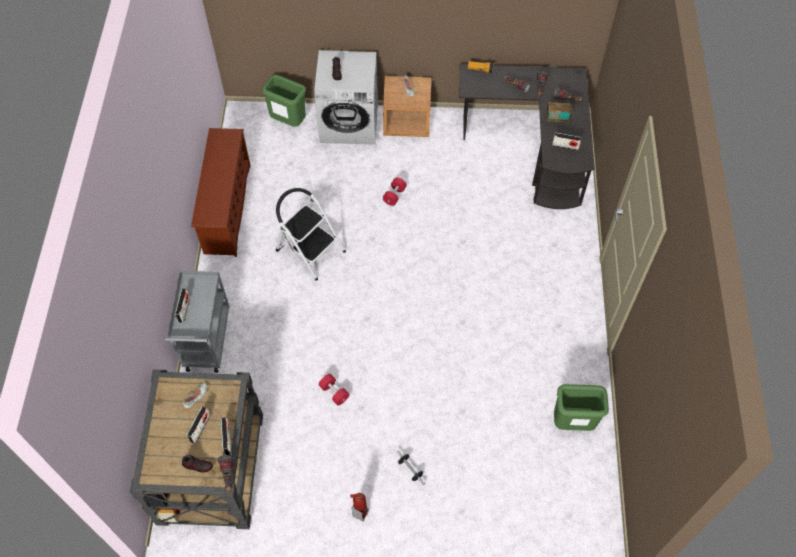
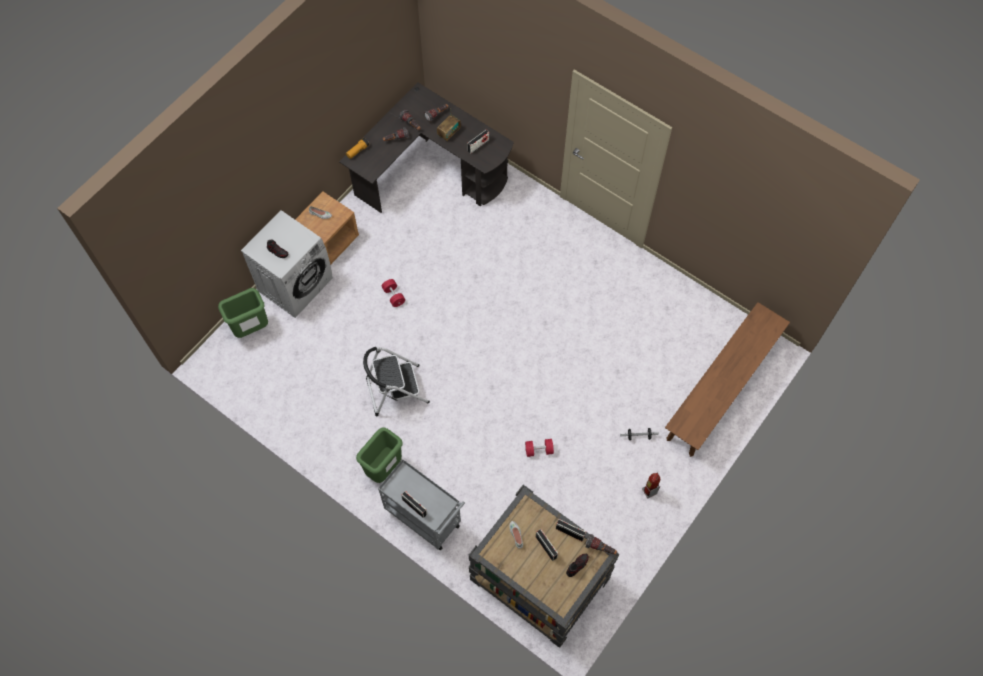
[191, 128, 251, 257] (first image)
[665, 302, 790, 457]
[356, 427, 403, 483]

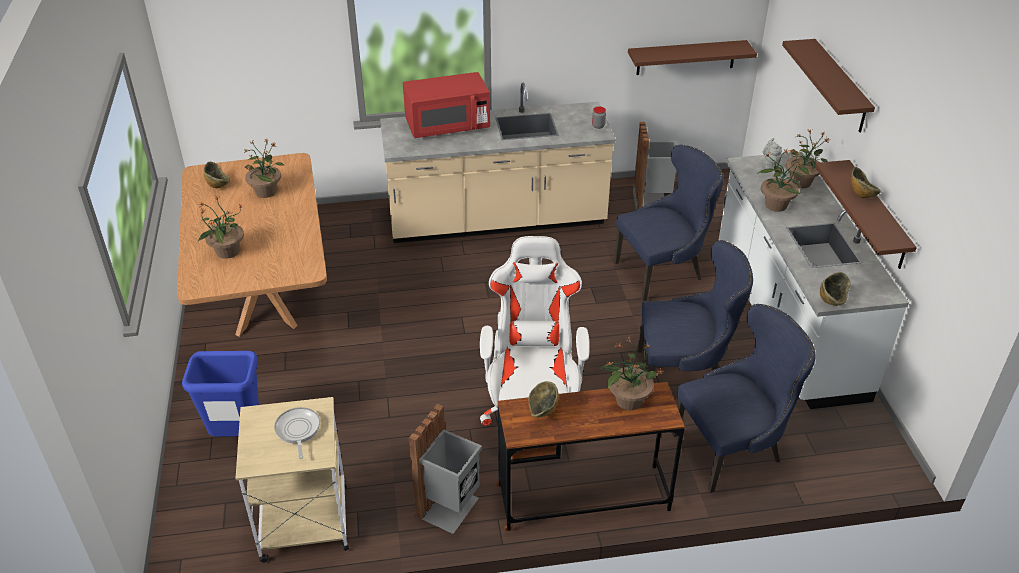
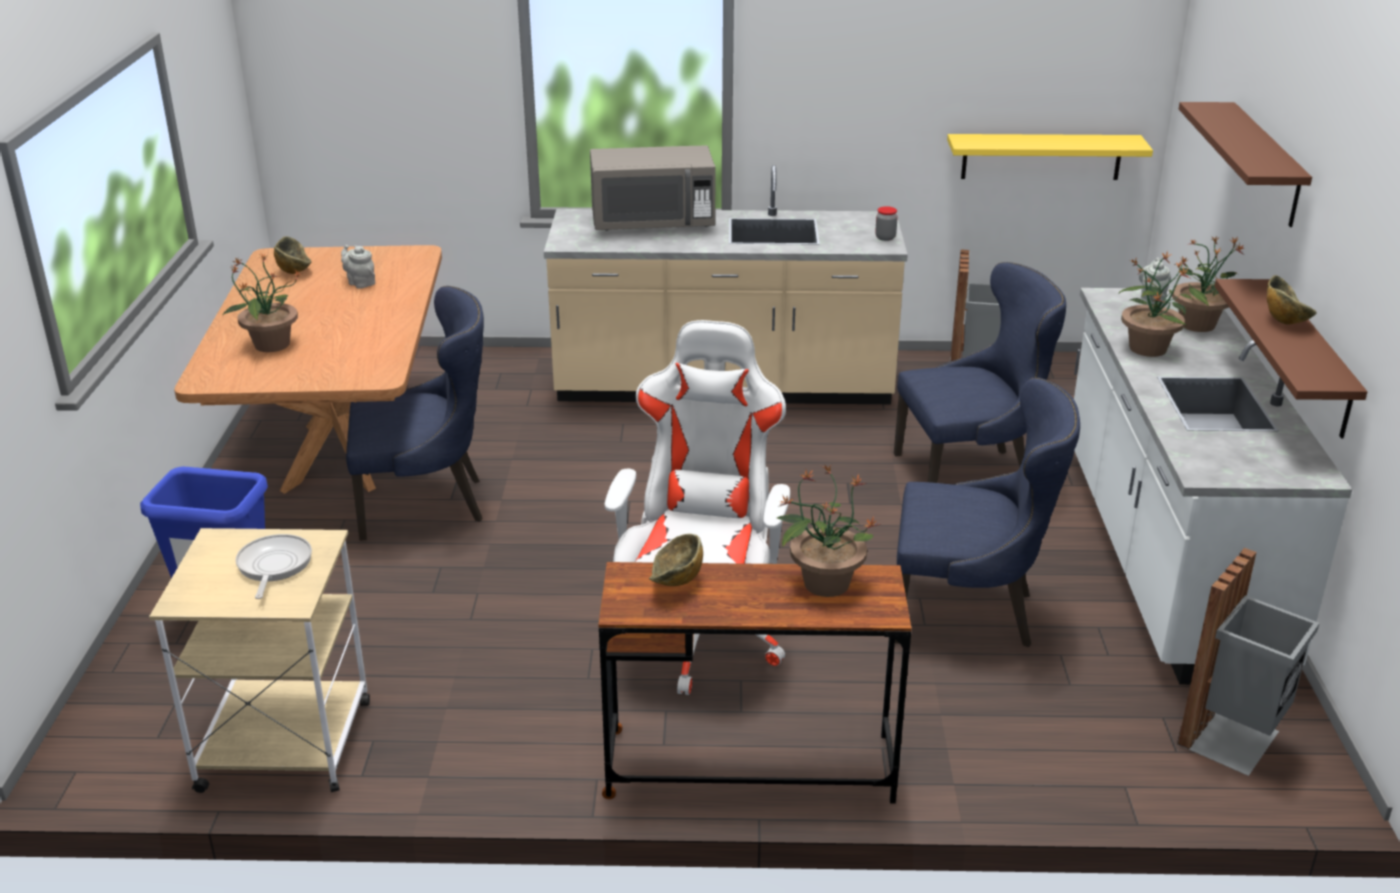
[820, 272, 850, 306] (first image)
[1177, 548, 1320, 776]
[346, 286, 484, 541]
[341, 245, 375, 289]
[590, 145, 716, 231]
[947, 134, 1153, 180]

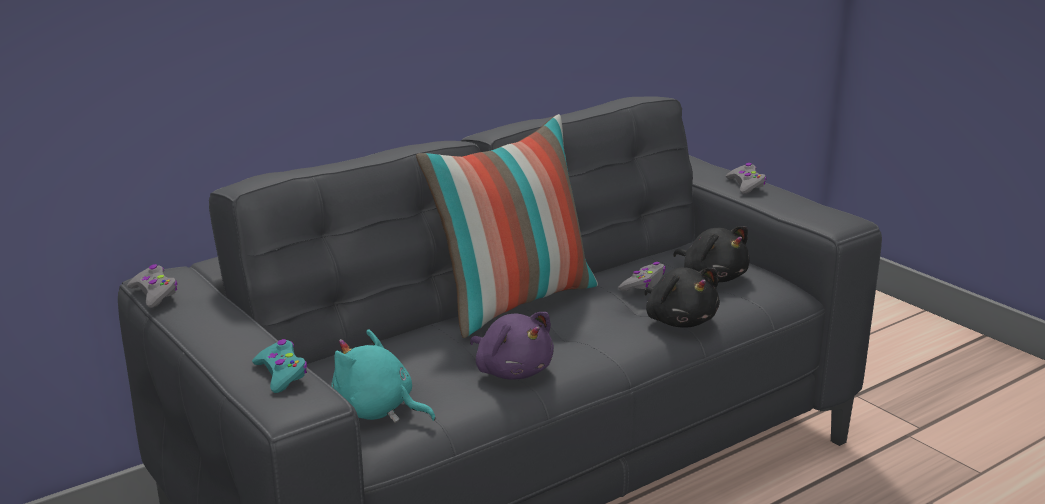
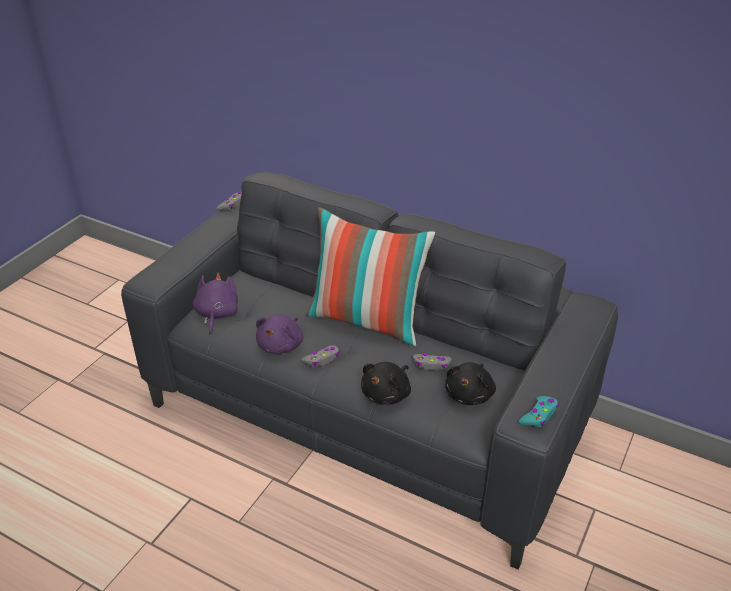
[519, 396, 559, 427]
[301, 345, 340, 367]
[193, 272, 238, 335]

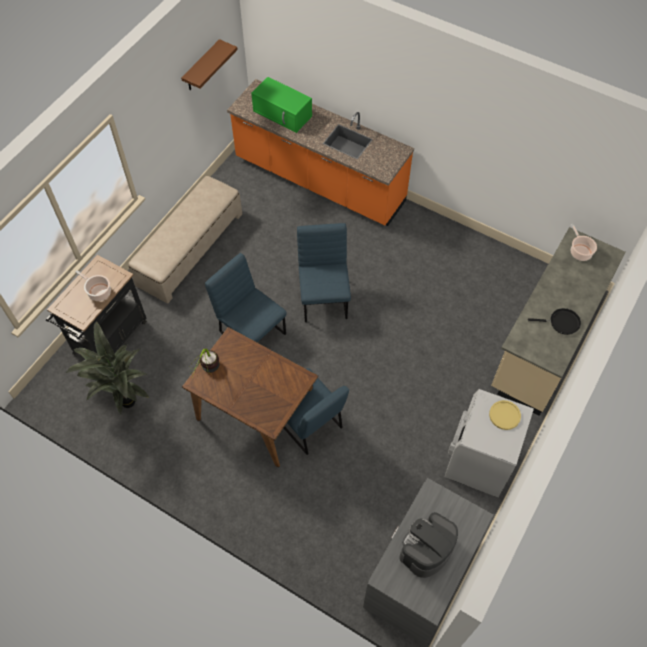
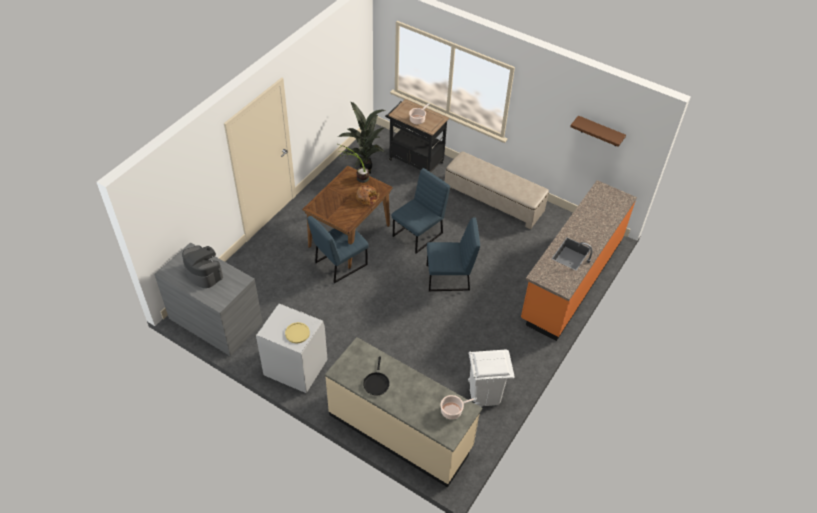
[251, 77, 312, 133] (first image)
[356, 185, 379, 205]
[468, 349, 515, 407]

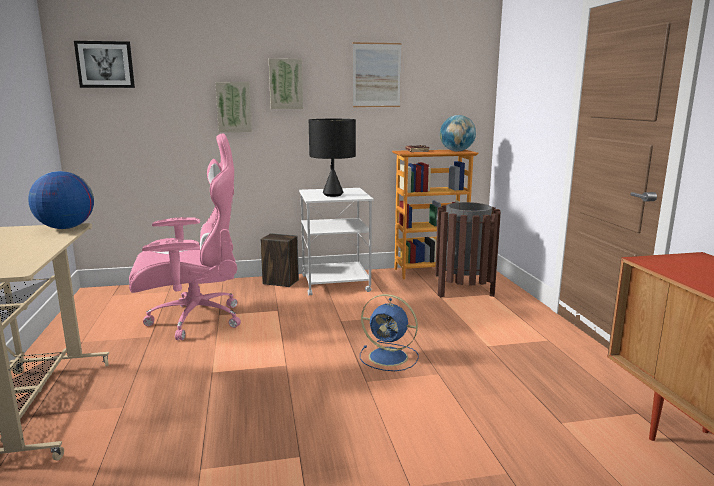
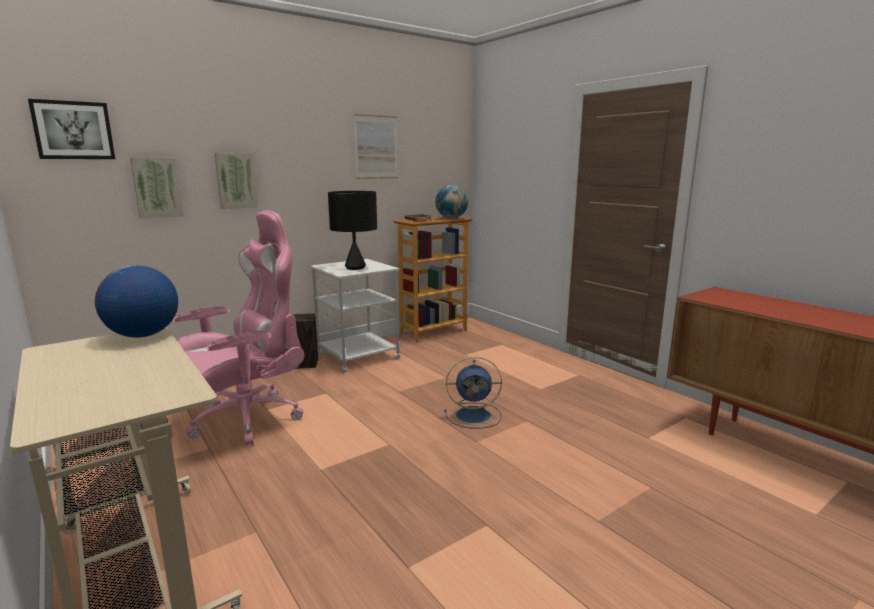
[435, 202, 501, 297] (first image)
[130, 158, 183, 218]

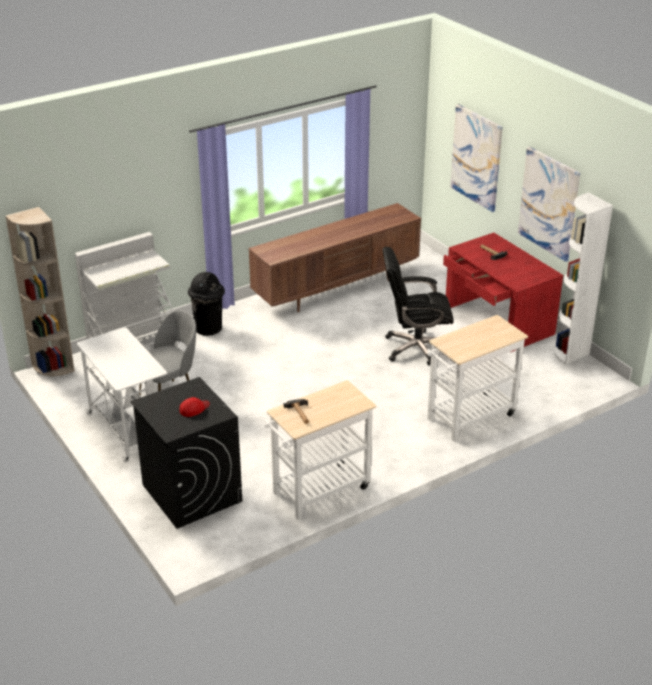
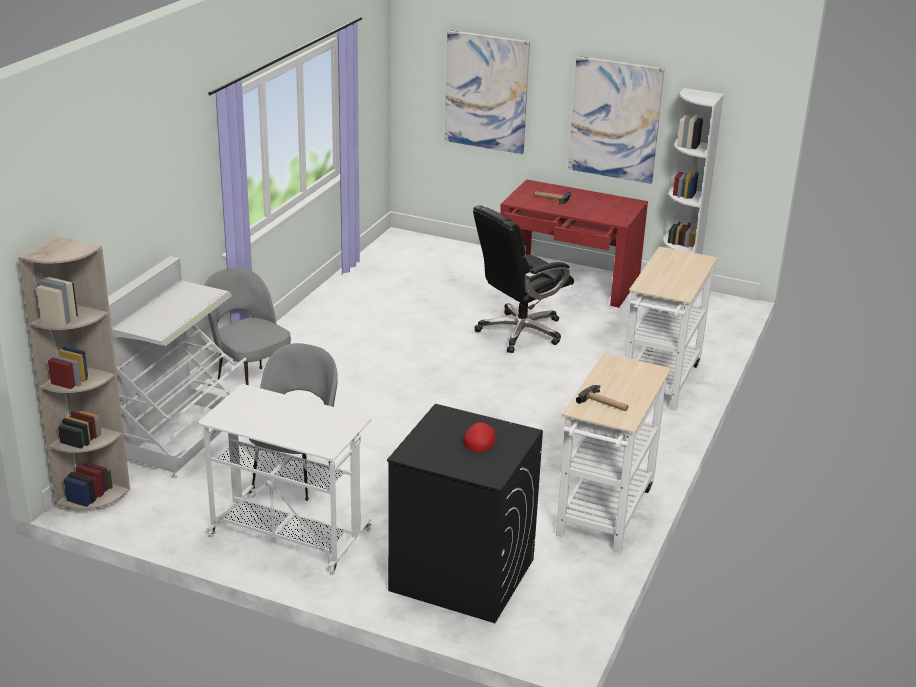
[249, 203, 421, 312] (first image)
[204, 267, 291, 385]

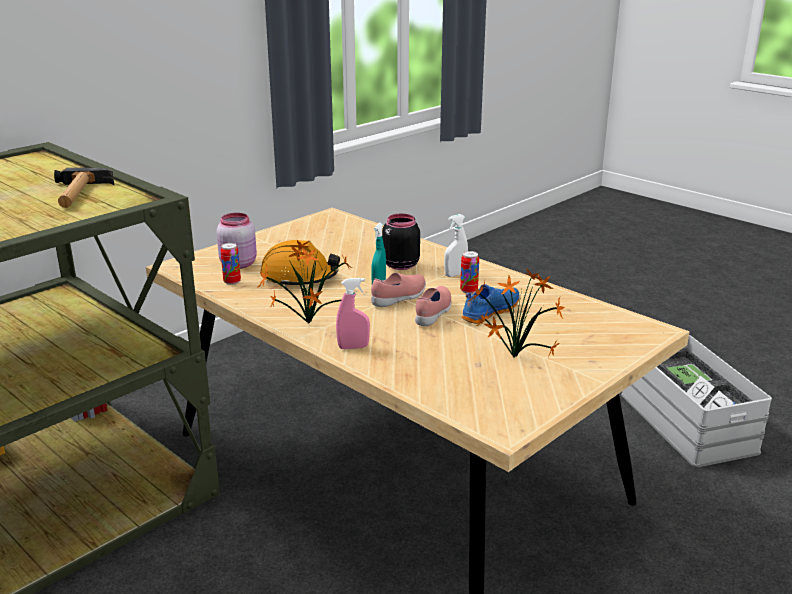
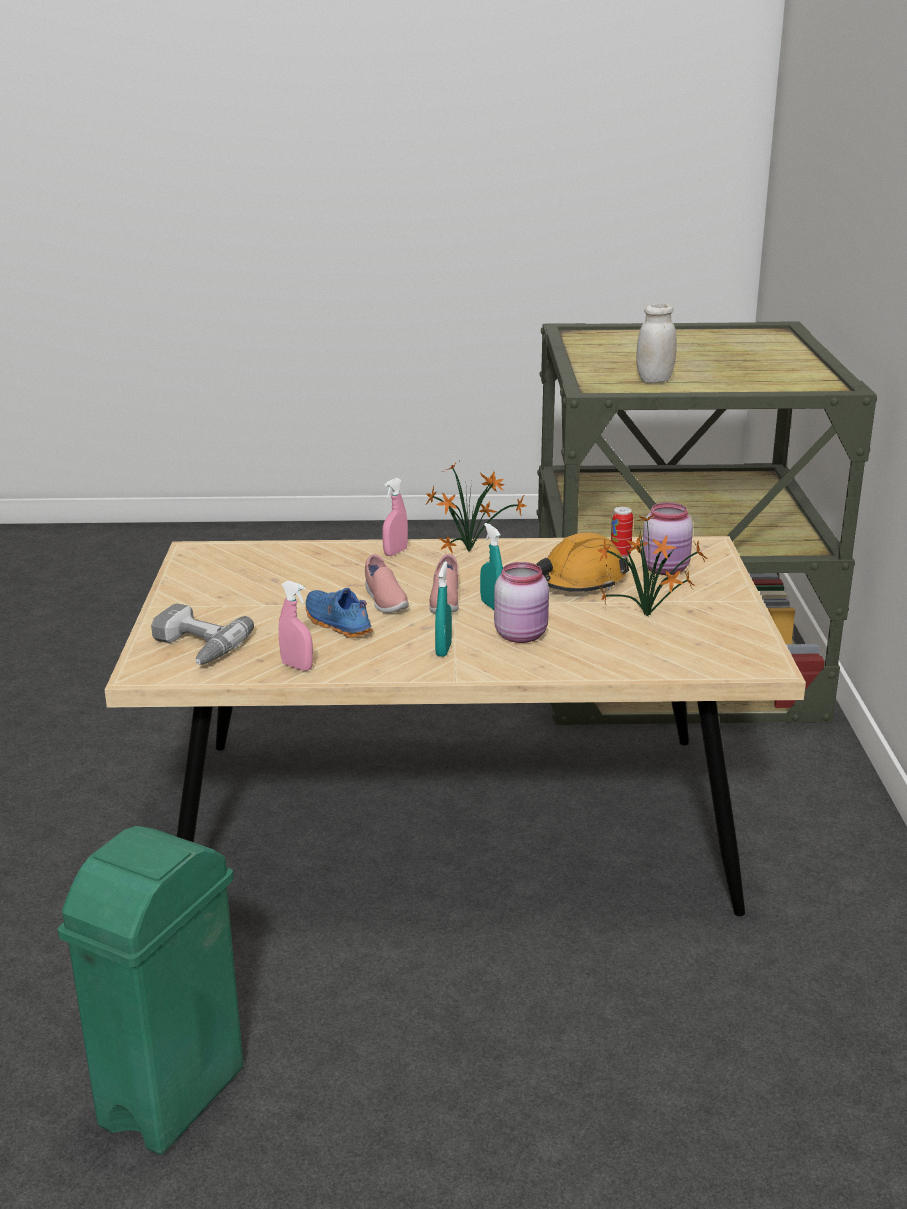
[460, 251, 479, 294] (first image)
[151, 603, 254, 665]
[279, 581, 313, 671]
[596, 513, 708, 616]
[636, 303, 677, 383]
[58, 826, 243, 1155]
[494, 562, 549, 643]
[435, 561, 452, 657]
[306, 588, 373, 638]

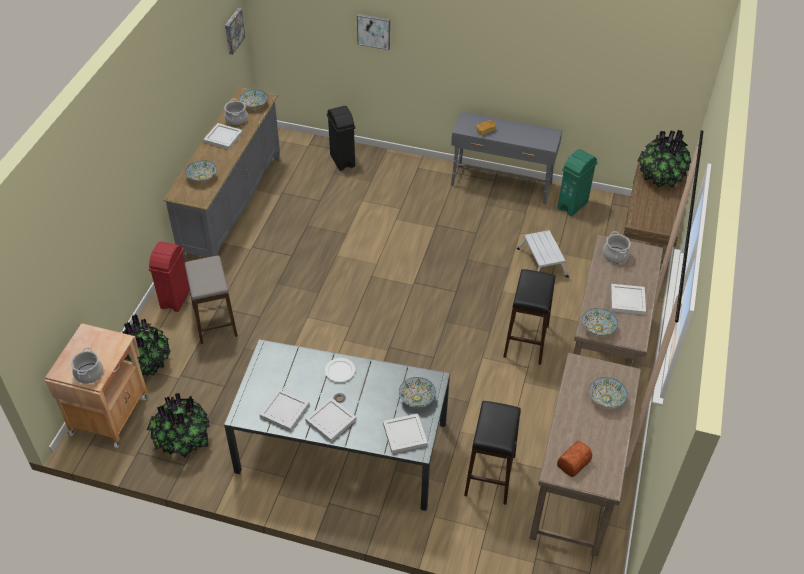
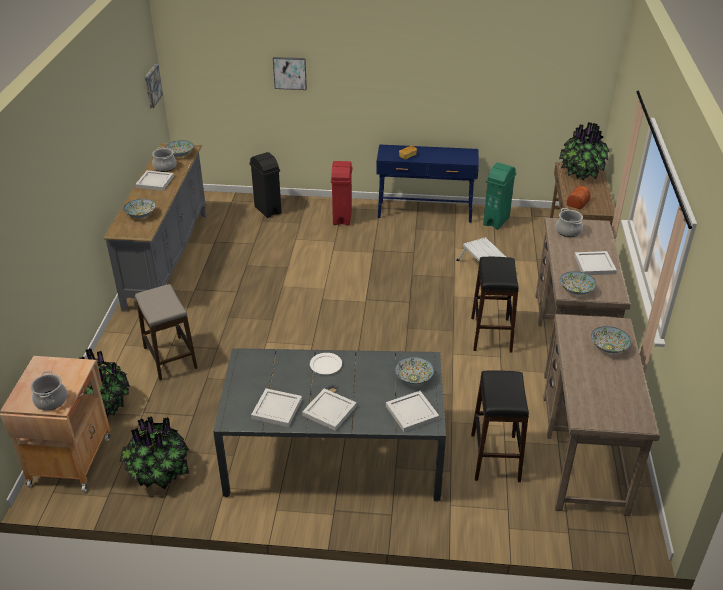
[331, 161, 352, 225]
[567, 186, 591, 209]
[376, 145, 479, 223]

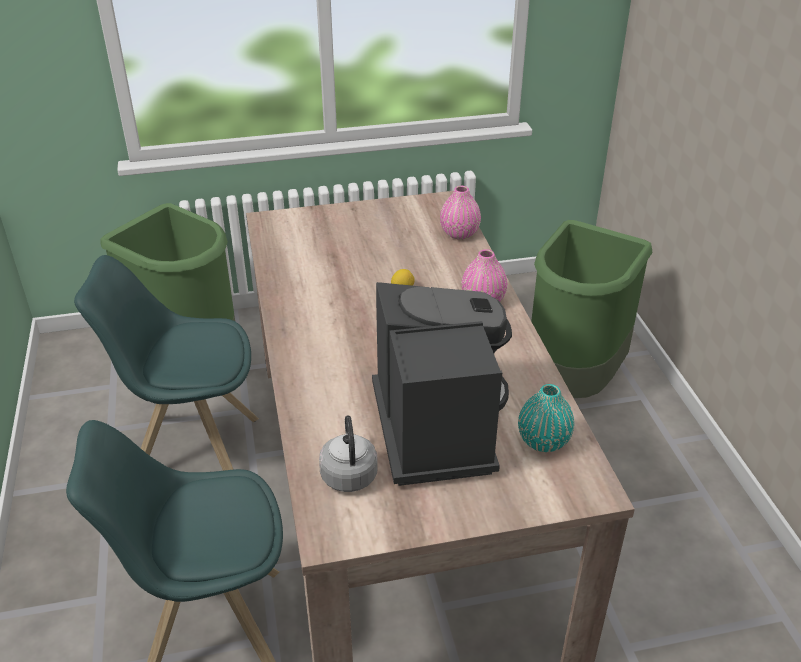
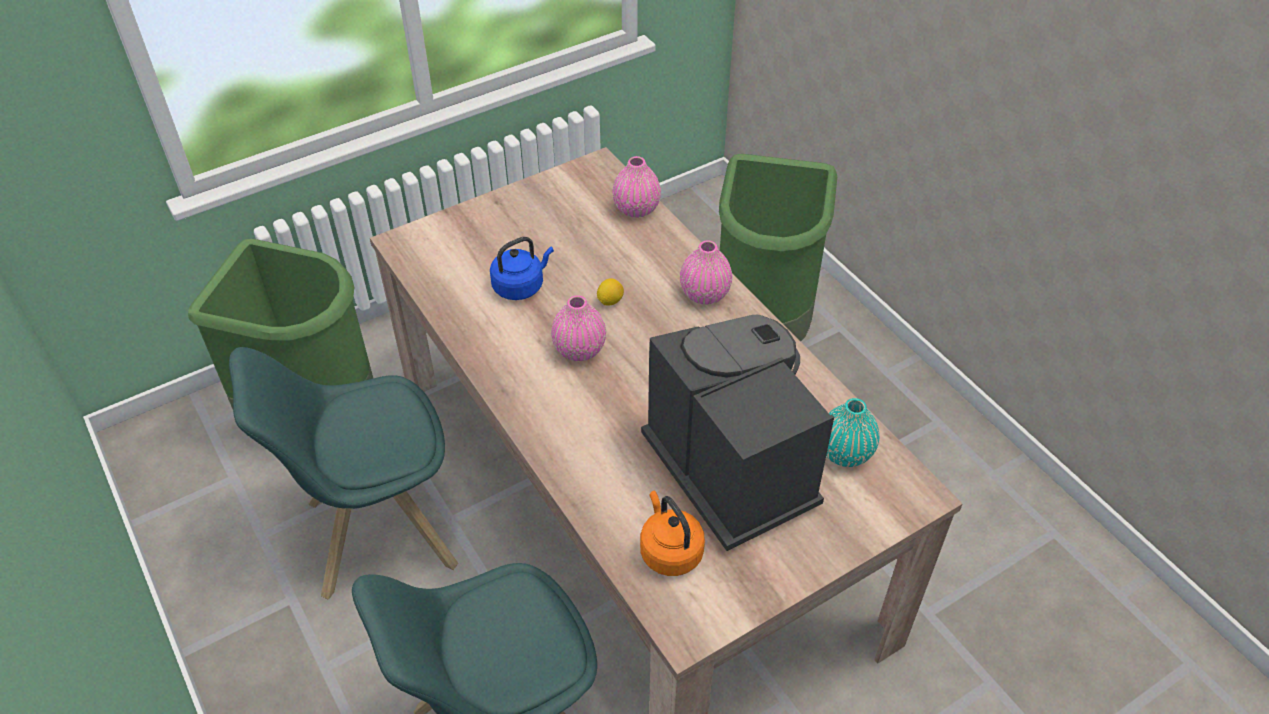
[490, 237, 554, 300]
[551, 295, 606, 361]
[640, 490, 705, 576]

